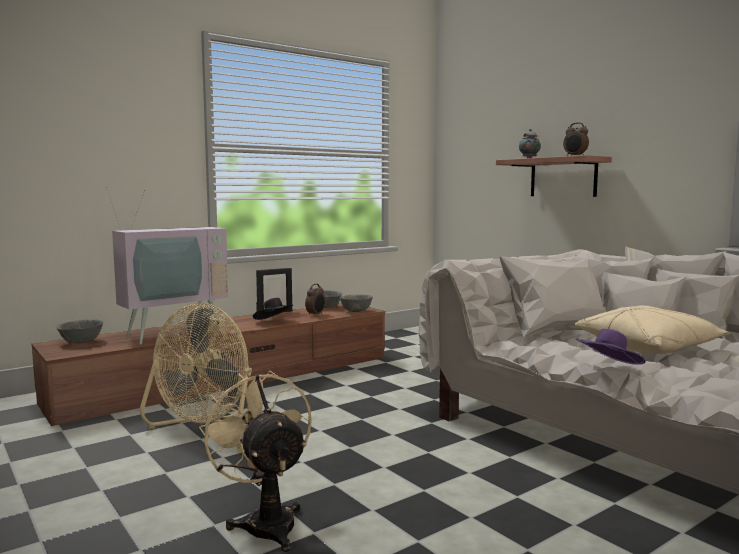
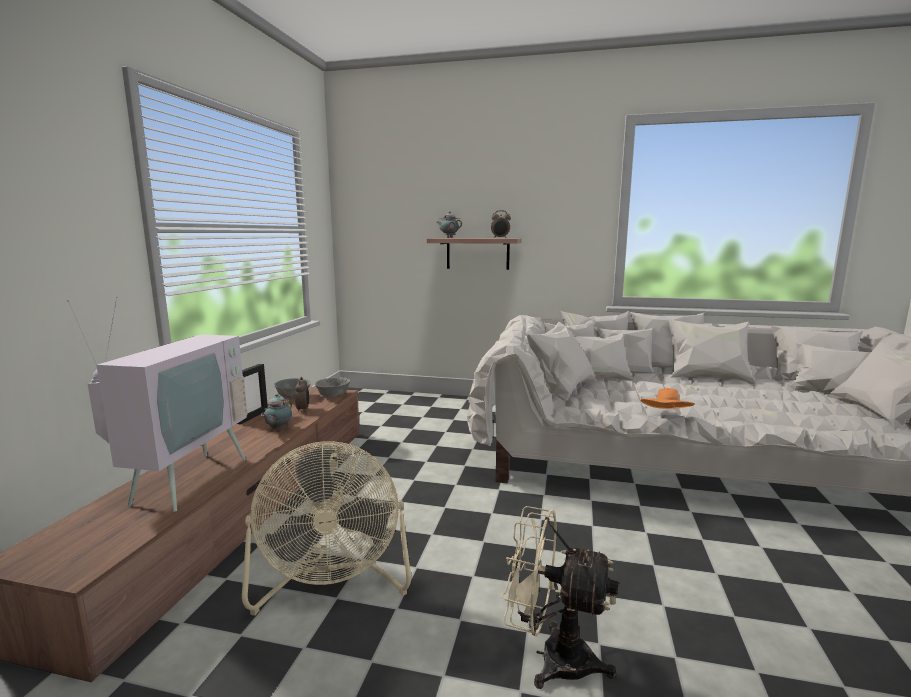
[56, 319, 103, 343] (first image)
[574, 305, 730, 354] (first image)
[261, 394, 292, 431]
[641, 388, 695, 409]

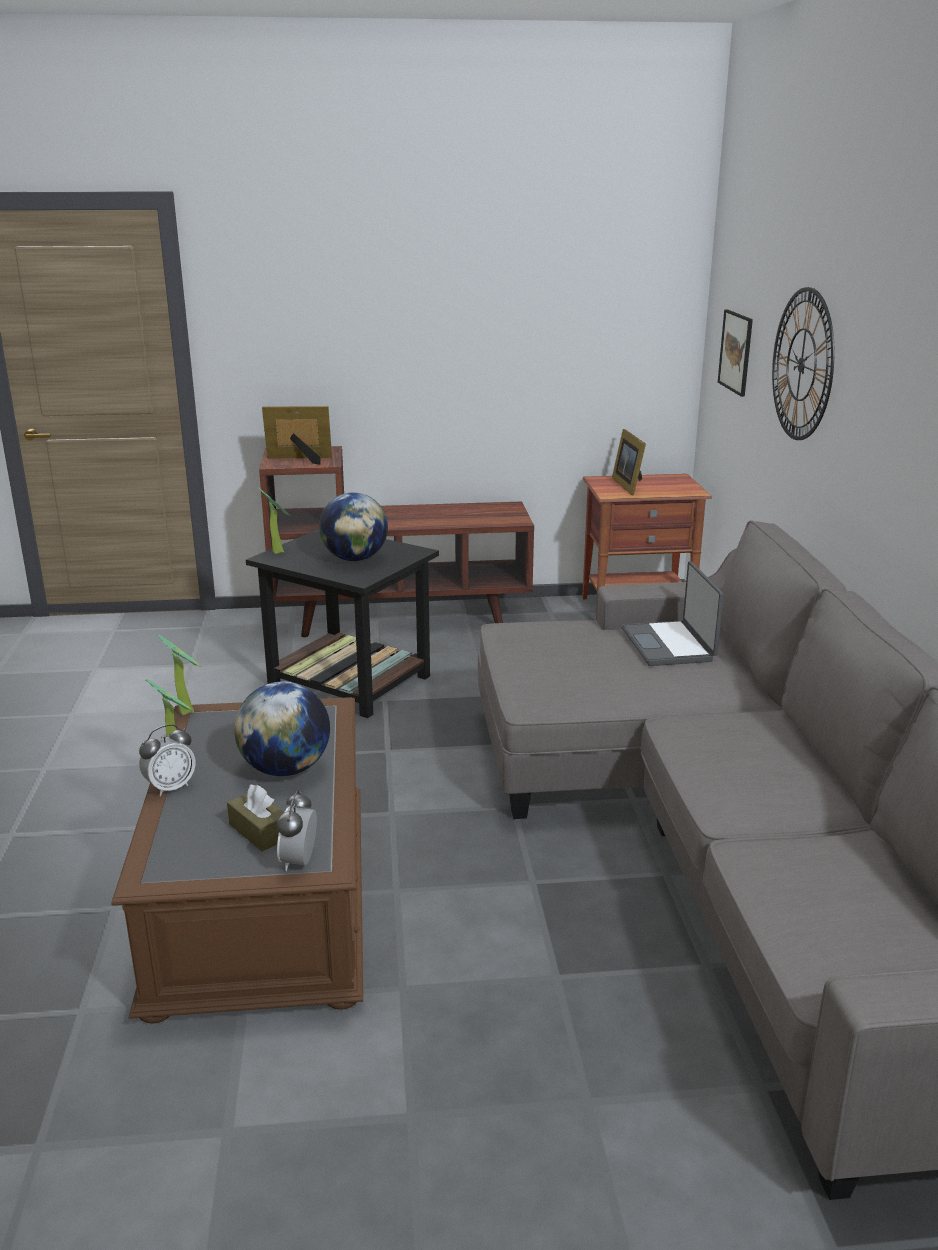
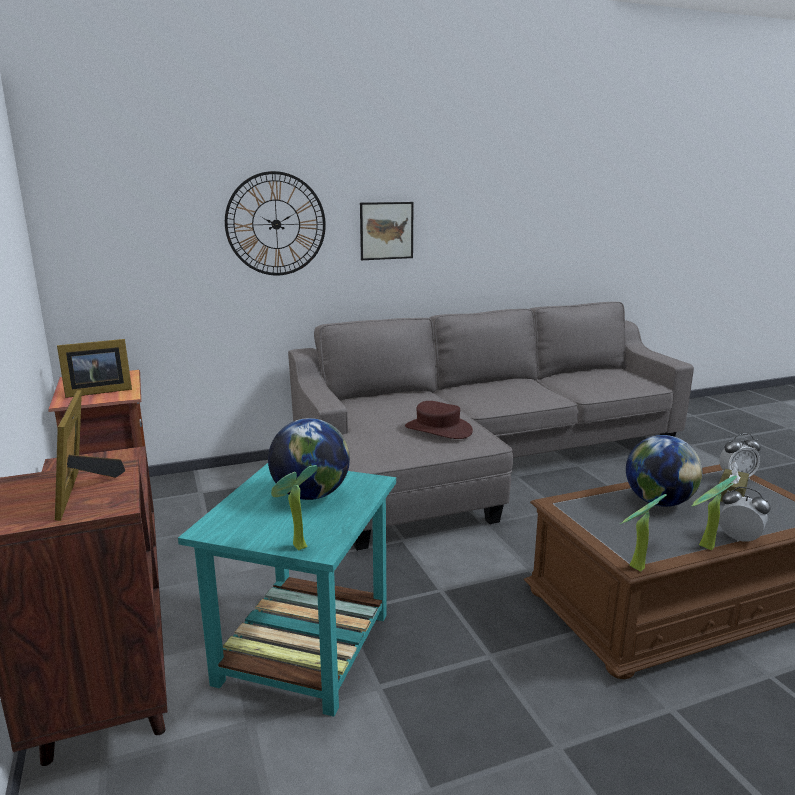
[622, 561, 724, 666] (first image)
[405, 401, 473, 439]
[360, 202, 413, 260]
[178, 463, 396, 717]

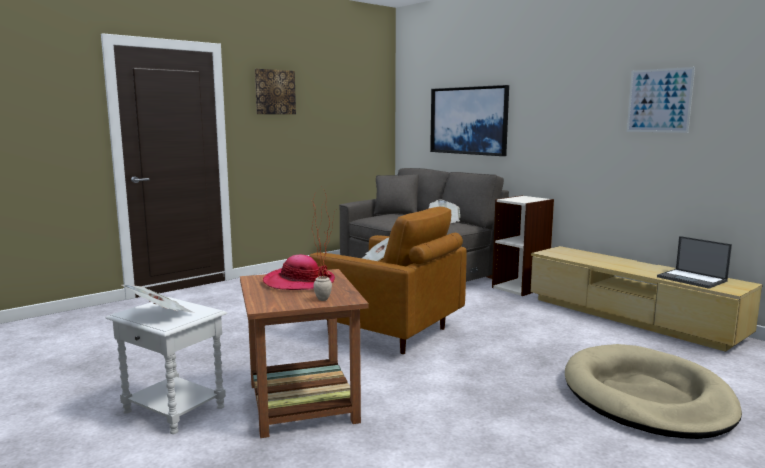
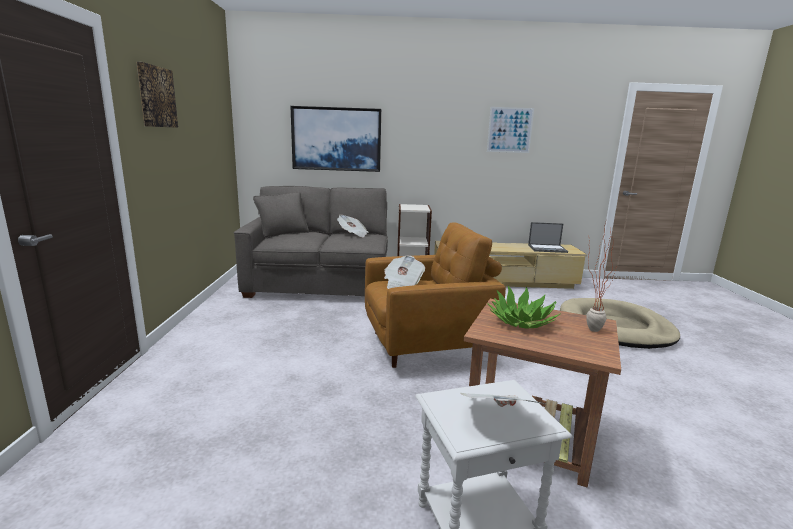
[488, 286, 561, 329]

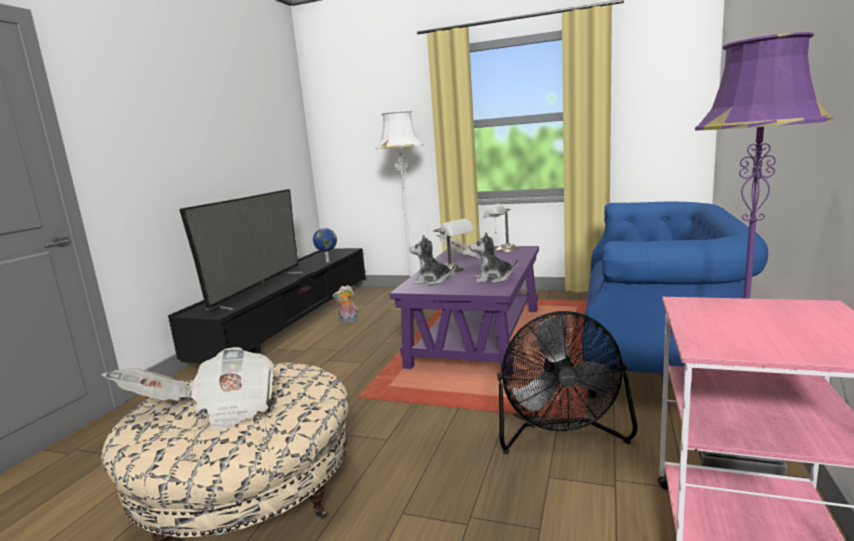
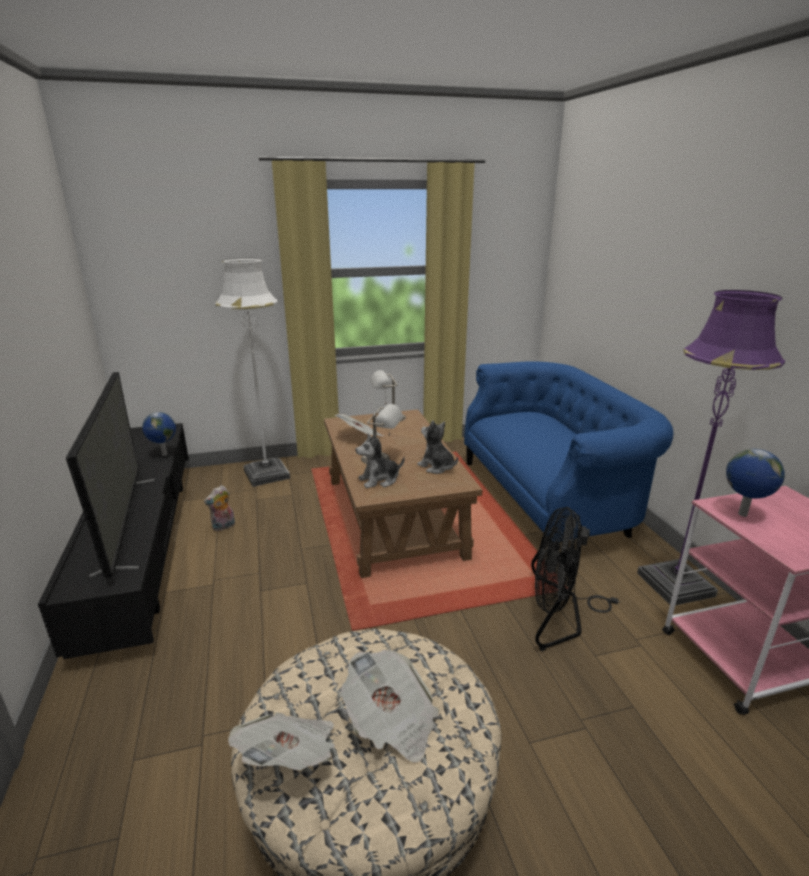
[726, 449, 785, 517]
[324, 409, 482, 578]
[417, 420, 458, 474]
[531, 507, 620, 651]

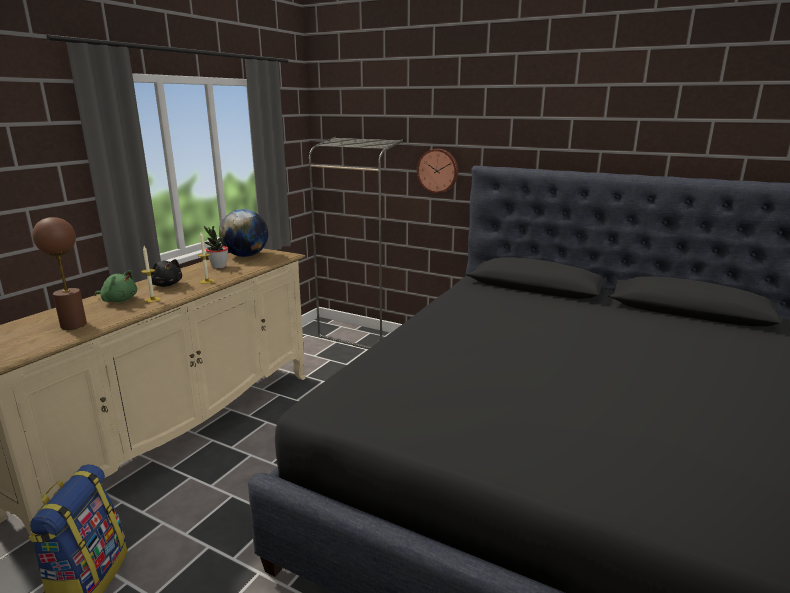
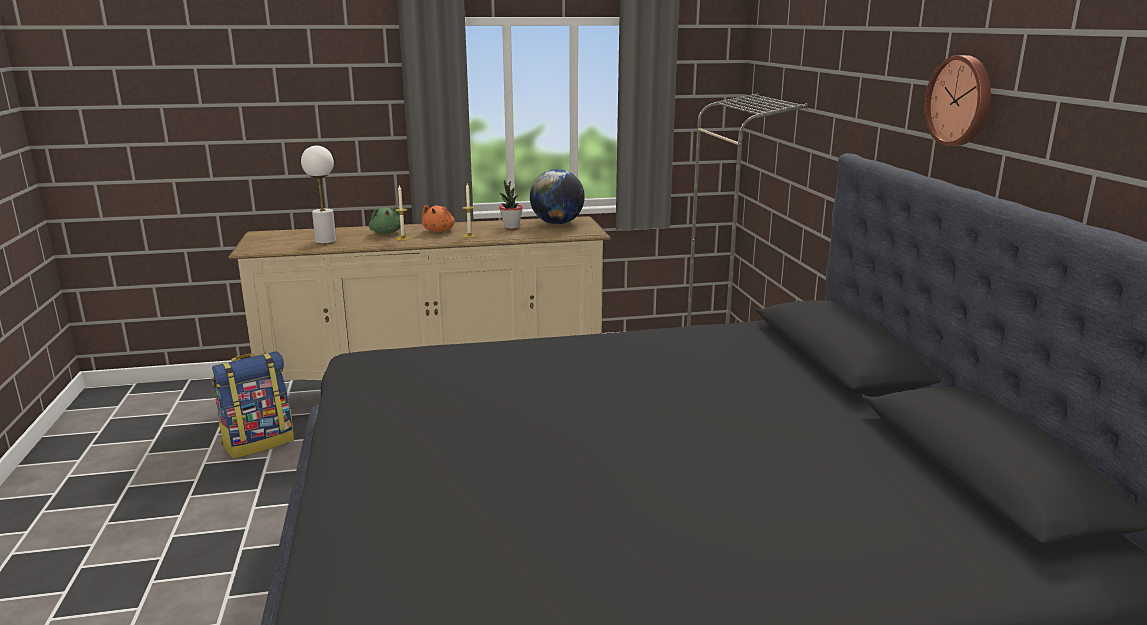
[924, 55, 991, 146]
[301, 146, 336, 244]
[422, 205, 455, 232]

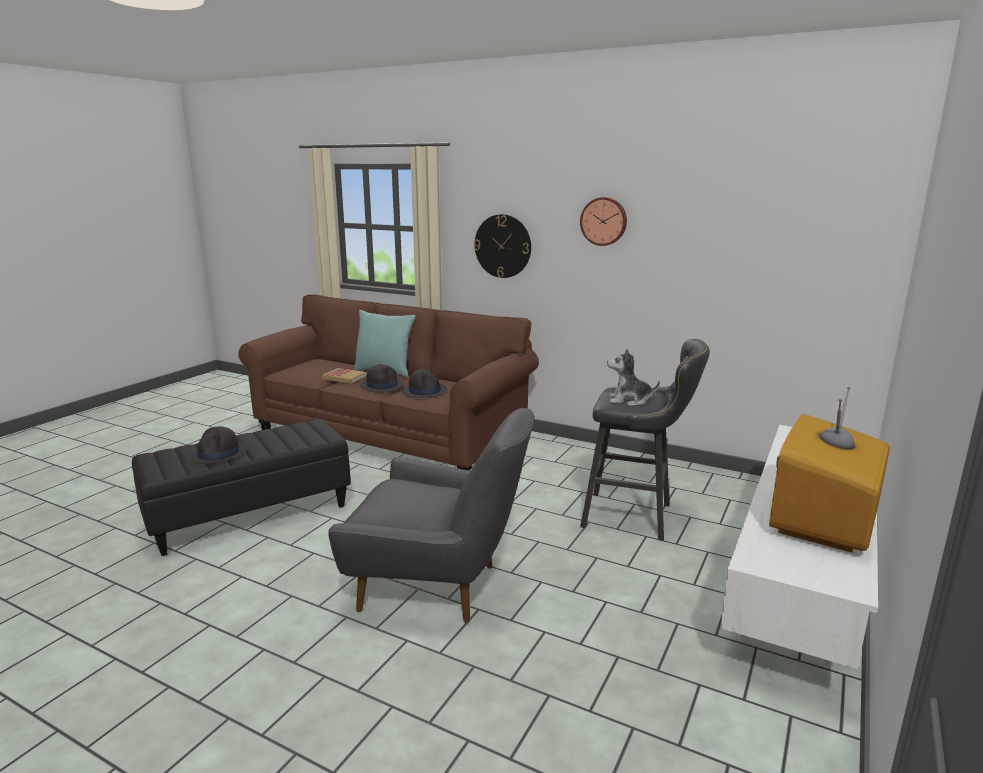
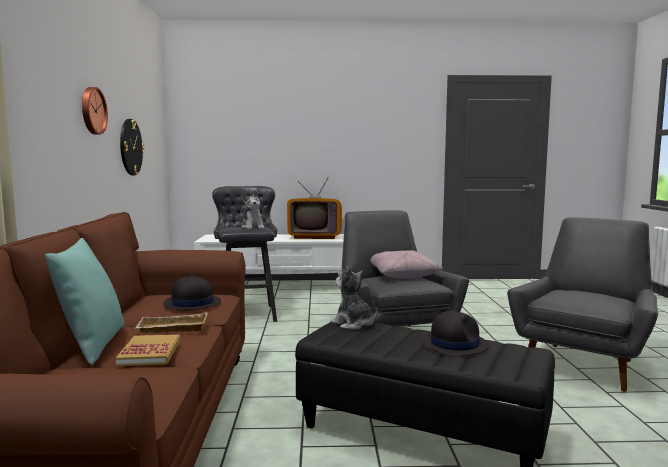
[331, 266, 378, 330]
[370, 250, 443, 279]
[507, 217, 658, 392]
[120, 119, 145, 175]
[136, 312, 208, 333]

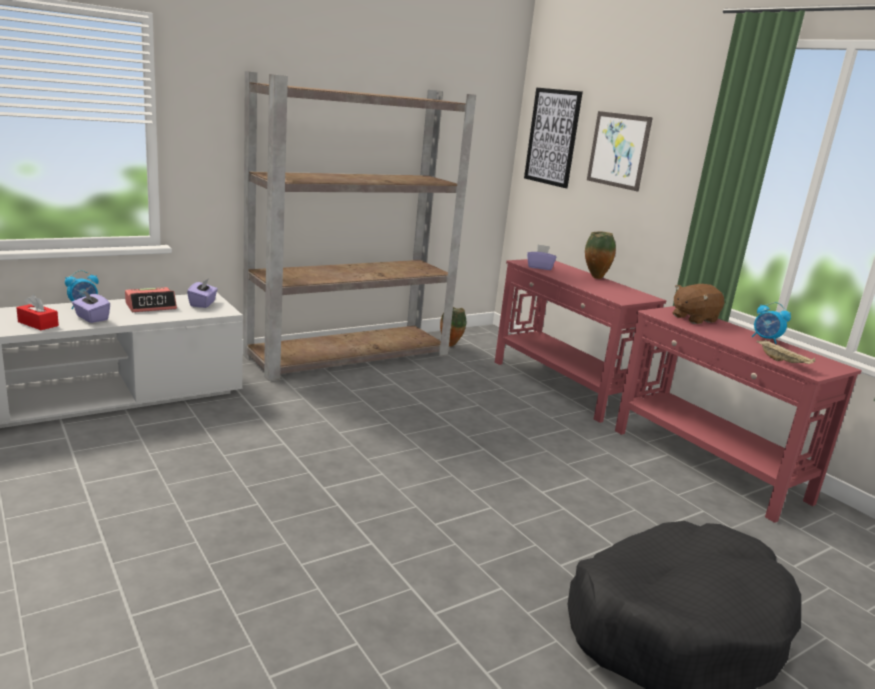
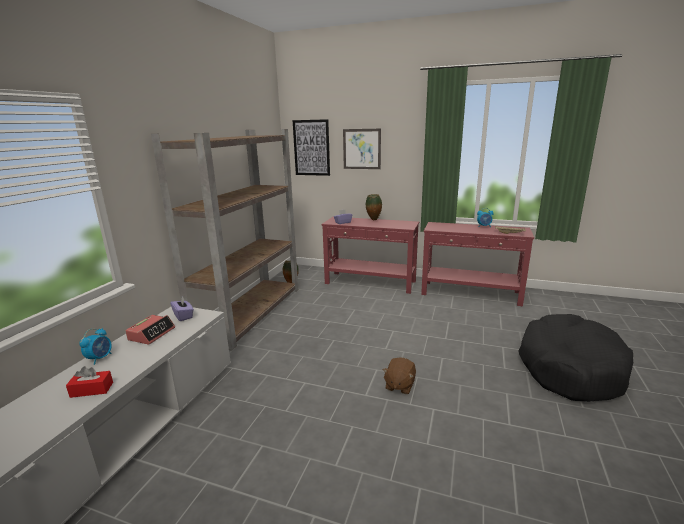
[72, 290, 110, 323] (first image)
[383, 358, 416, 394]

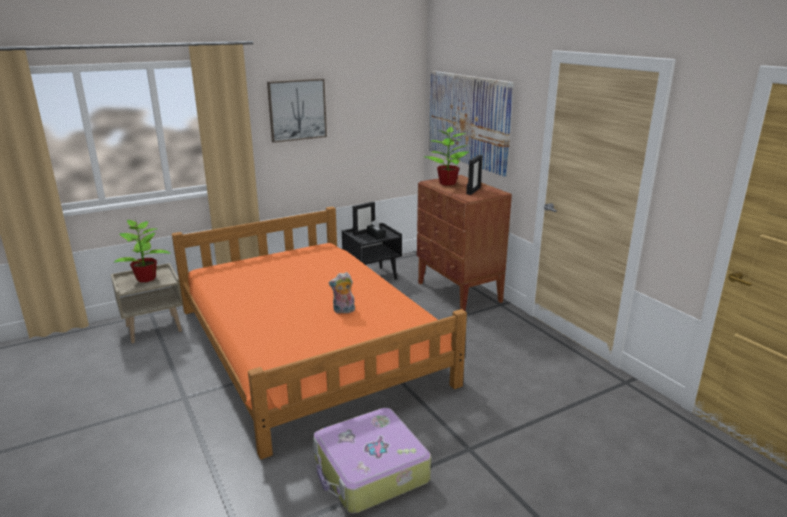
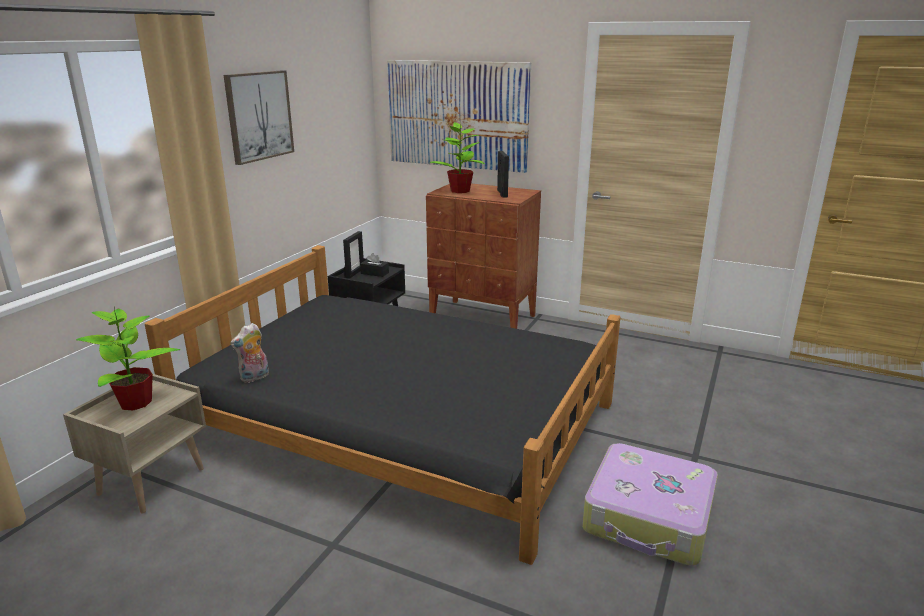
[230, 323, 269, 383]
[145, 245, 621, 565]

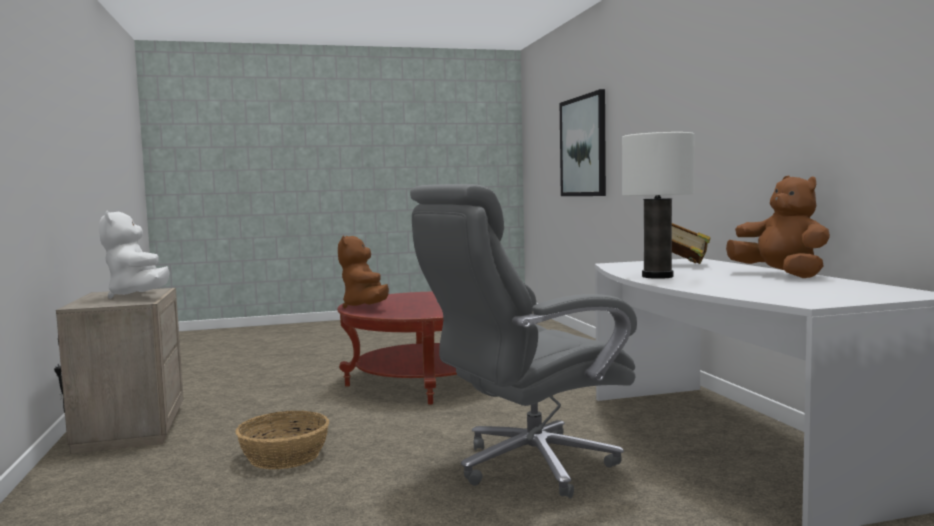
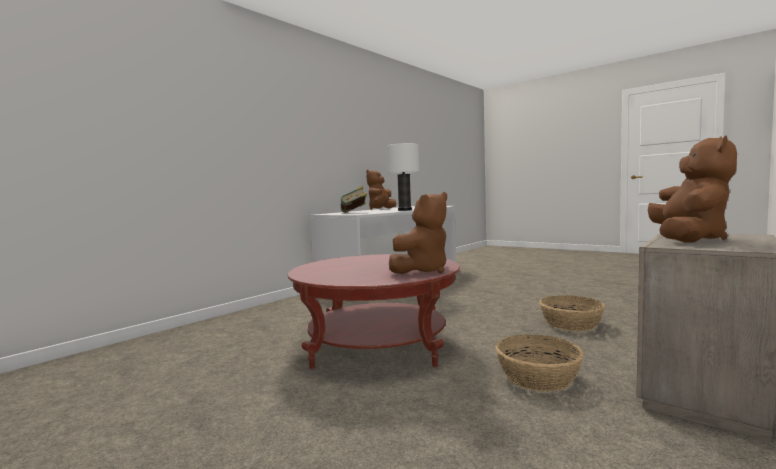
[410, 184, 637, 498] (first image)
[560, 89, 606, 196] (first image)
[495, 334, 584, 392]
[648, 135, 737, 243]

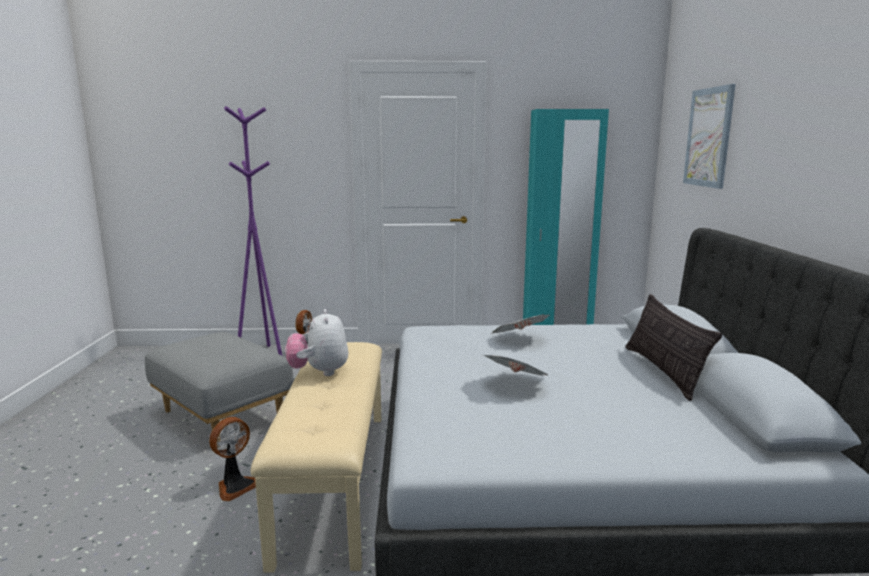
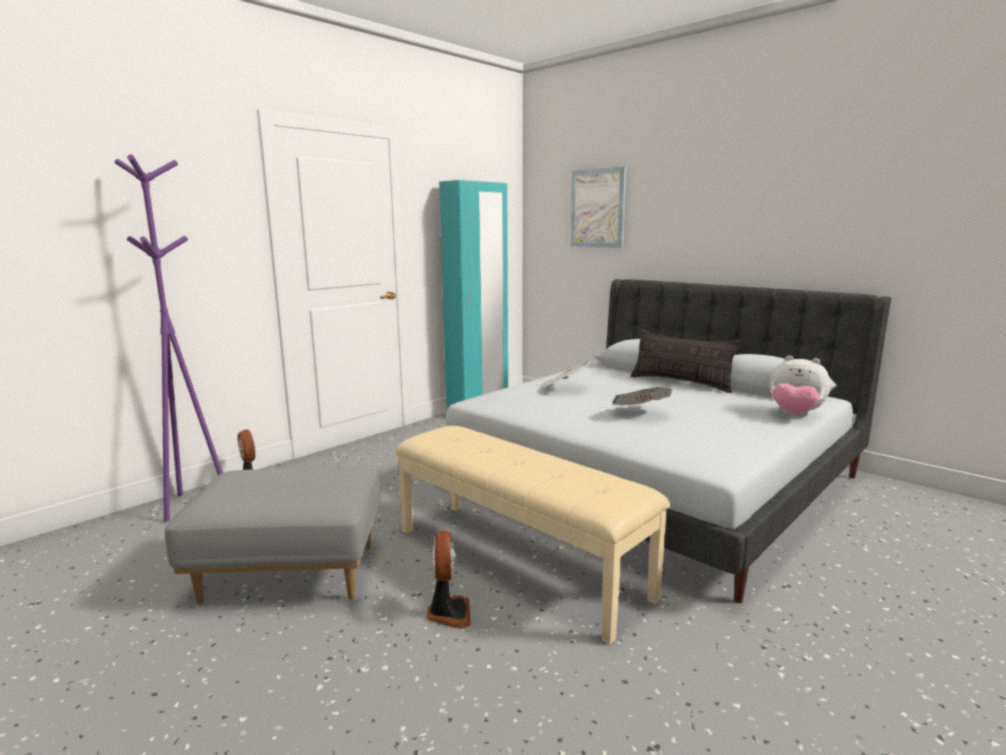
[770, 356, 831, 416]

